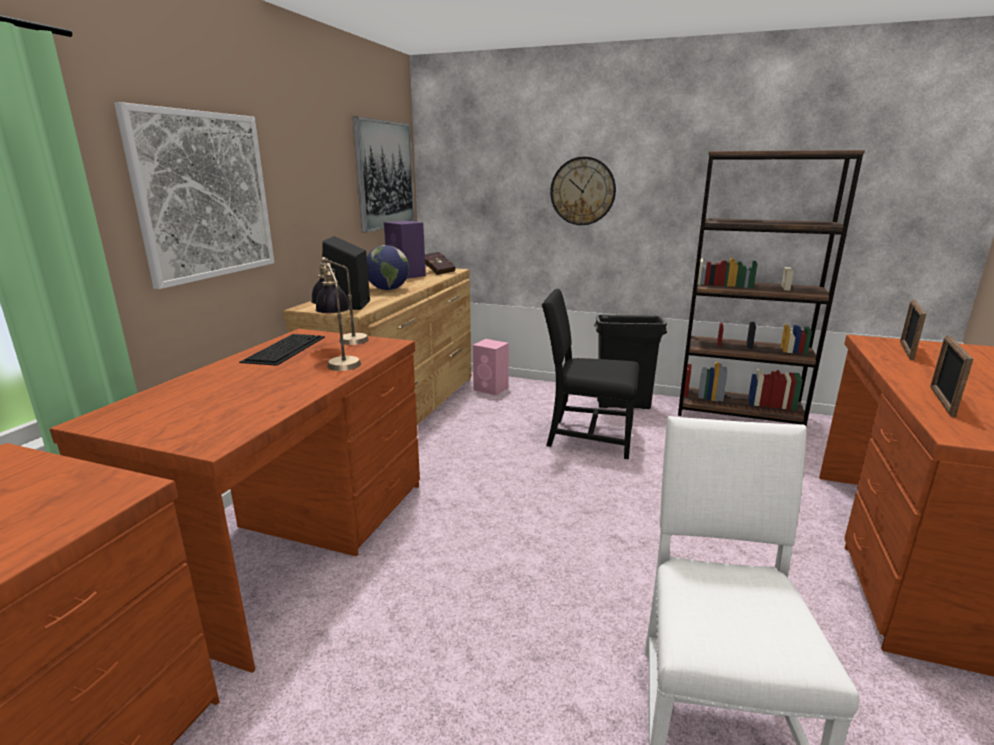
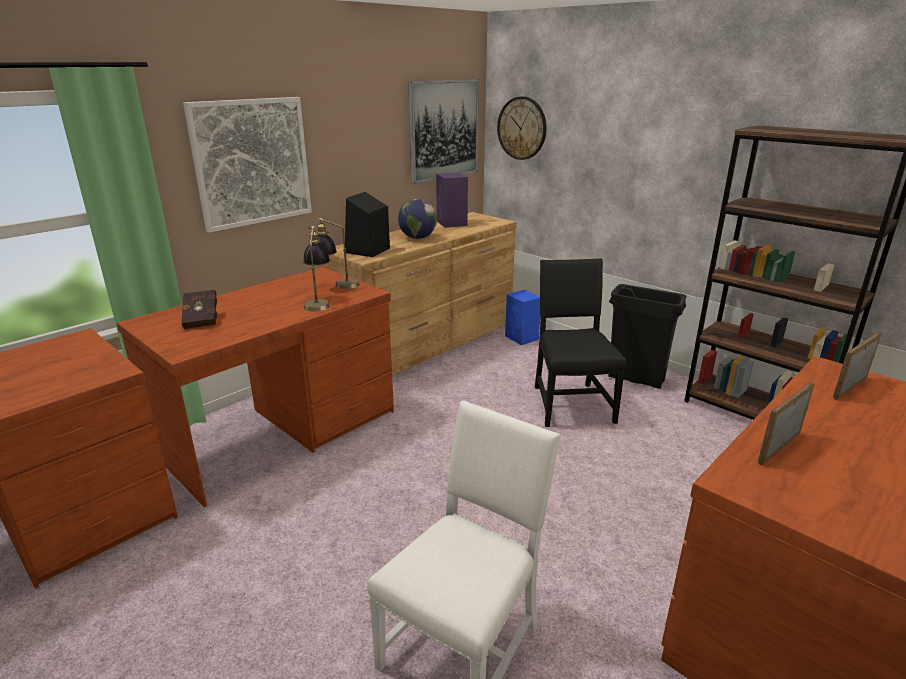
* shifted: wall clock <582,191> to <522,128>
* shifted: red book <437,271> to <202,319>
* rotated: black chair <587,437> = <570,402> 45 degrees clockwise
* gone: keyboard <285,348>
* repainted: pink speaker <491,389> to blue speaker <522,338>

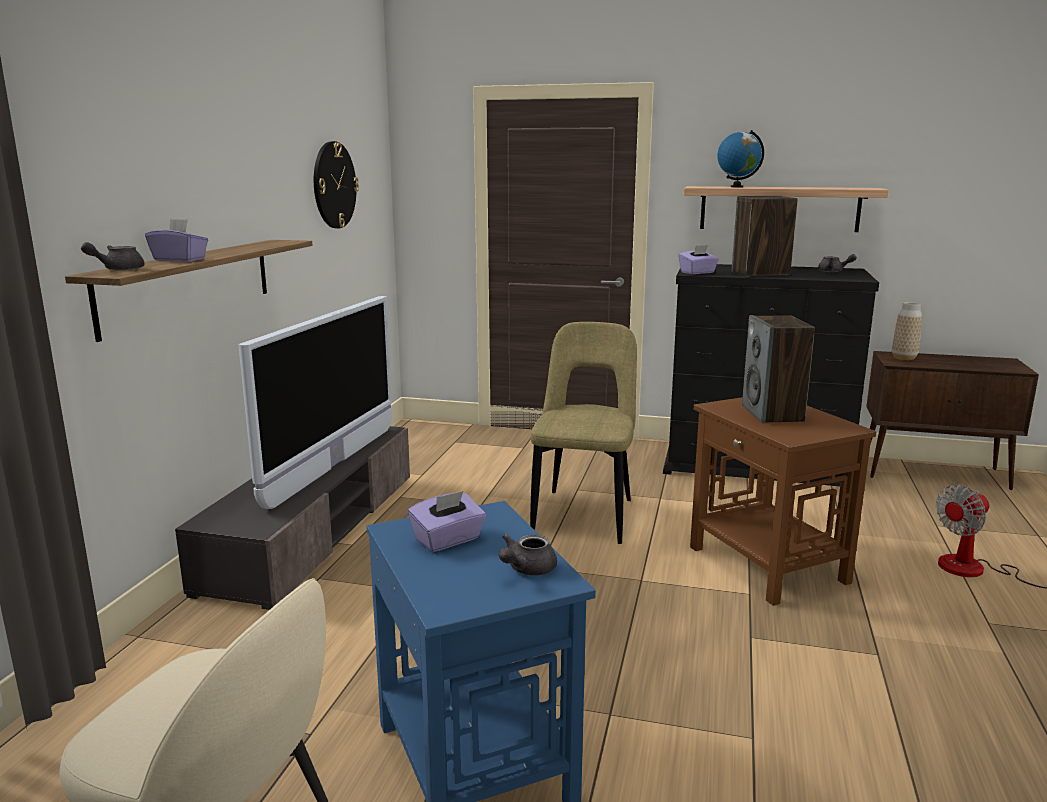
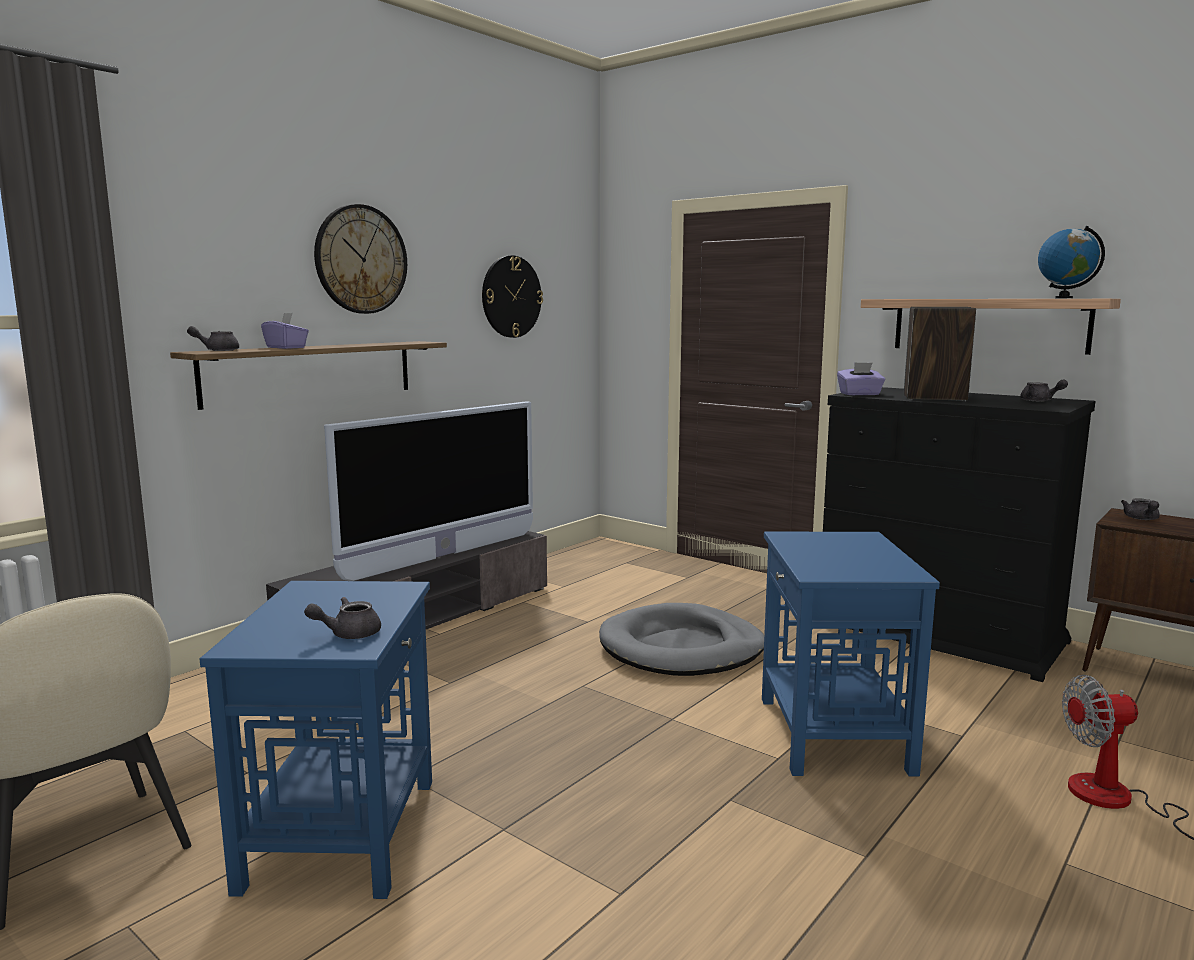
* shifted: globe <737,187> to <1064,298>
* swapped: vase <904,358> to grey teapot <1142,519>
* gone: speaker <773,414>
* swapped: beige chair <584,514> to grey dog bed <682,648>
* repainted: brown side table <766,564> to blue side table <832,734>
* gone: purple tissue box <448,540>
* new: wall clock <361,259>

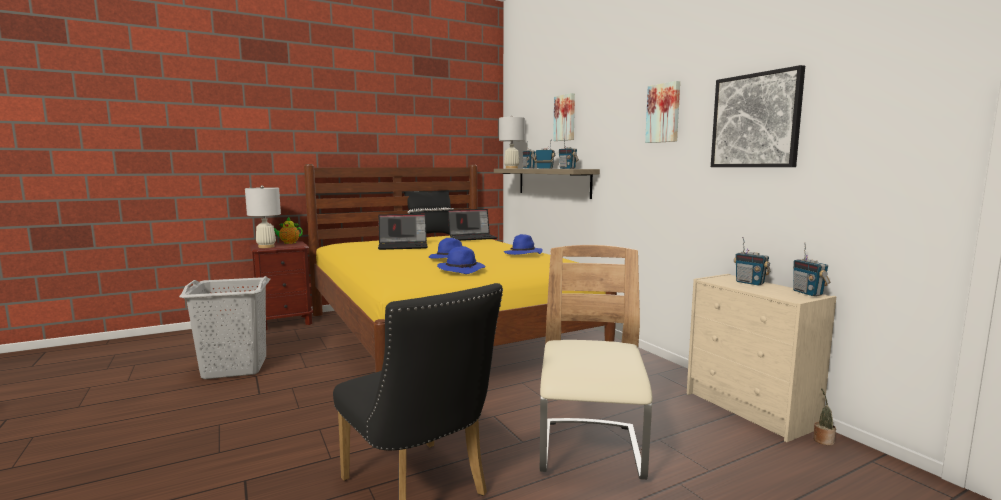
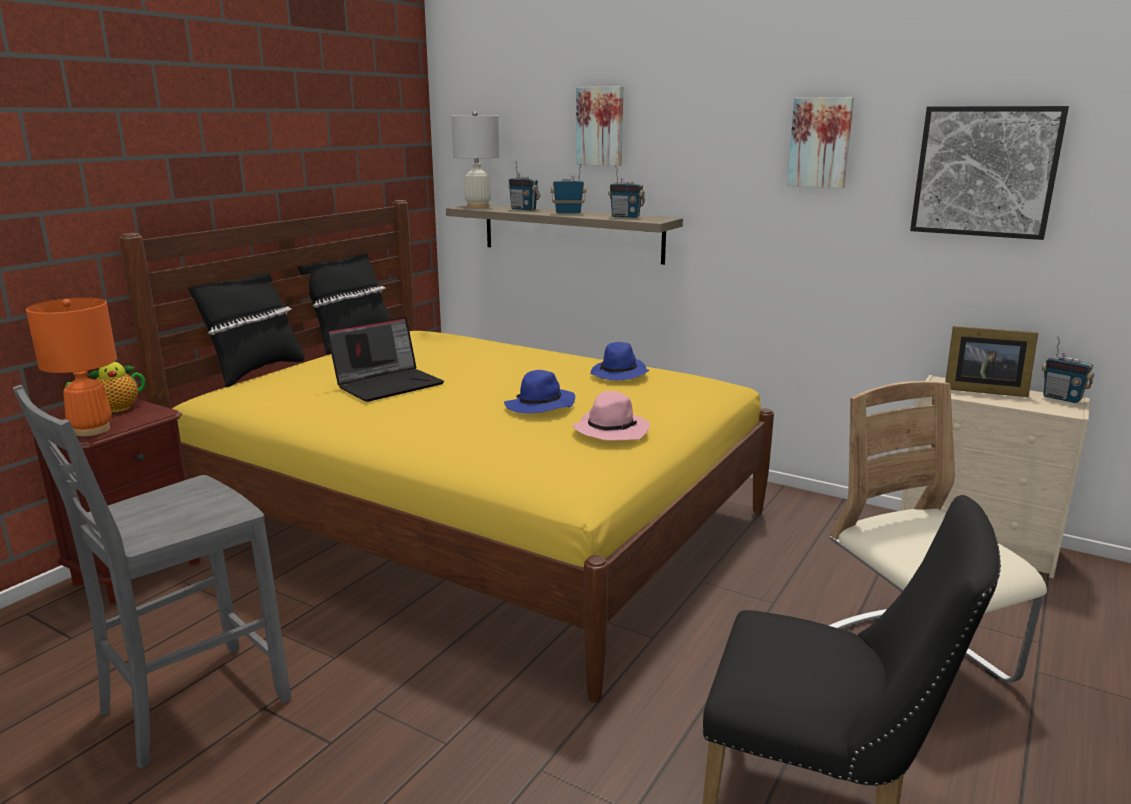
* repainted: white table lamp <266,247> to orange table lamp <91,430>
* gone: laptop <473,237>
* swapped: radio <750,283> to picture frame <981,390>
* repainted: blue hat <462,269> to pink hat <611,430>
* swapped: grey laundry basket <234,368> to grey chair <189,705>
* gone: potted plant <822,440>
* new: black pillow <255,371>

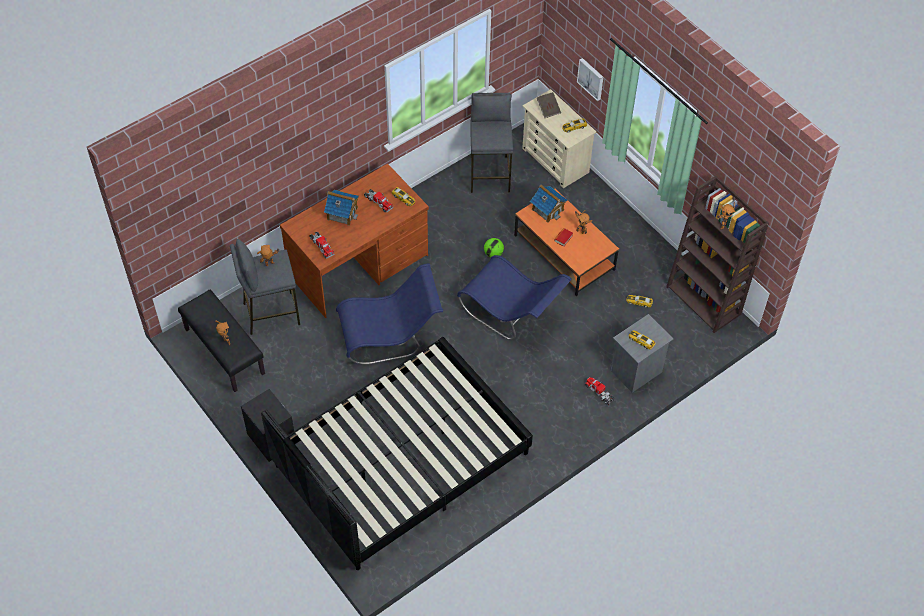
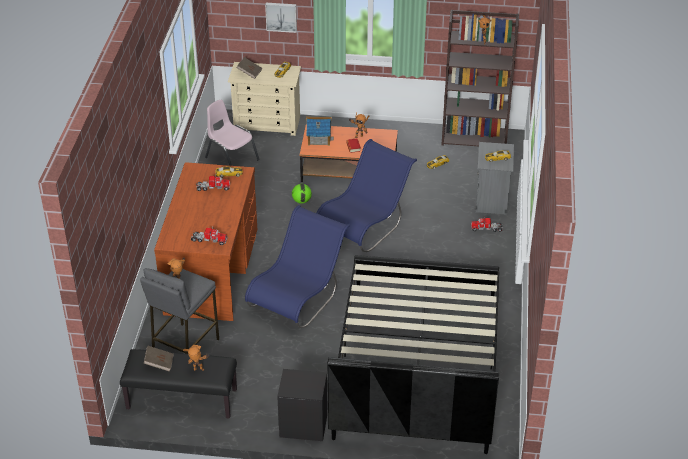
* swapped: grey stool <490,174> to pink chair <231,159>
* gone: toy house <342,213>
* rotated: blue chair <511,313> = <365,225> 45 degrees counterclockwise
* new: brown book <159,363>

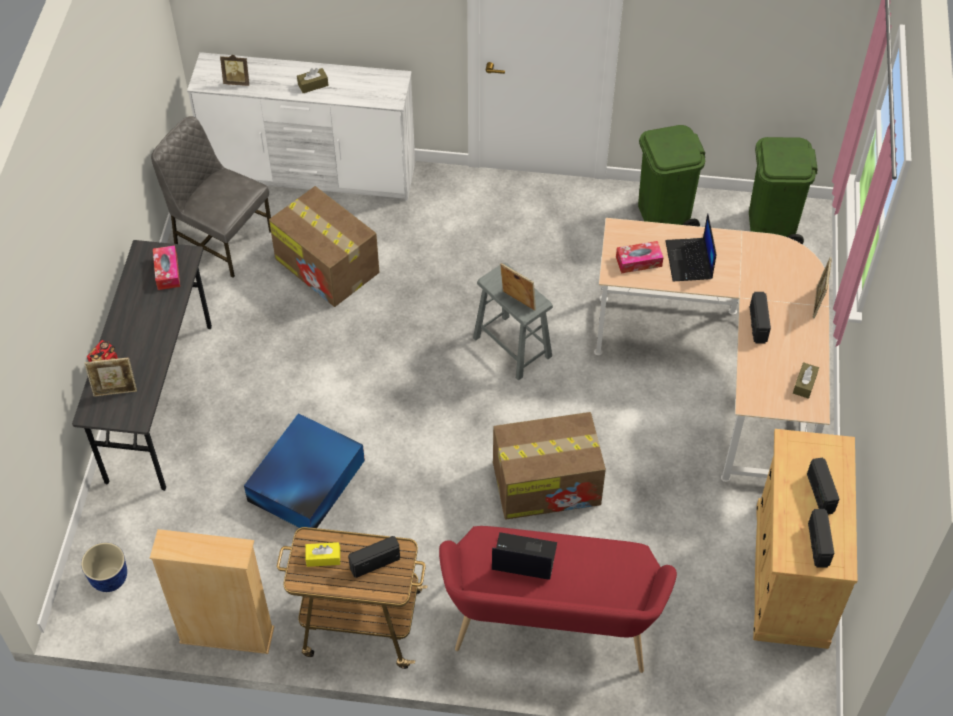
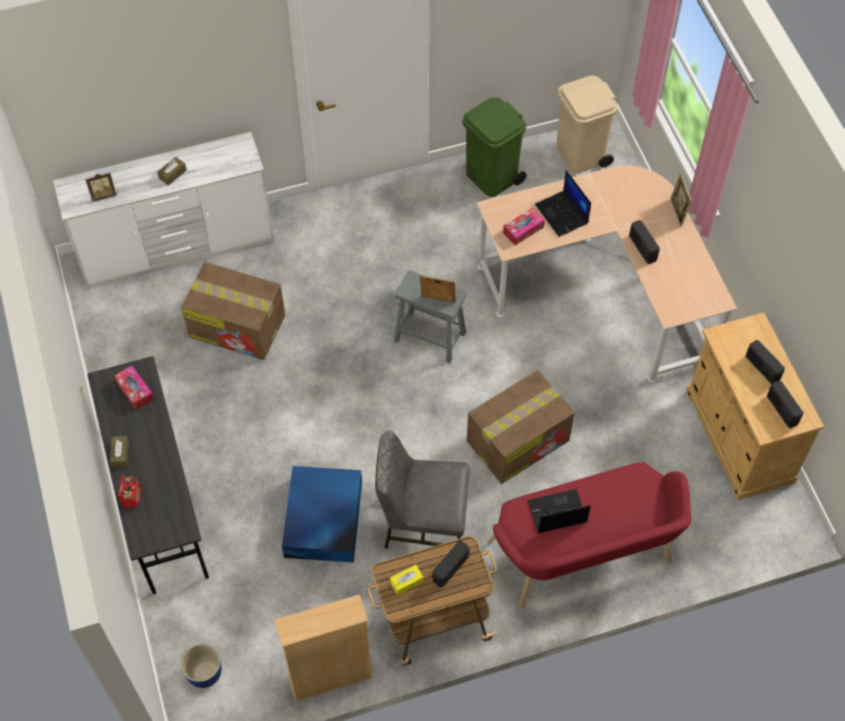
* shifted: grey chair <221,238> to <423,522>
* repainted: green trash can <771,226> to beige trash can <580,155>
* gone: picture frame <116,391>
* shifted: brown tissue box <804,384> to <120,454>

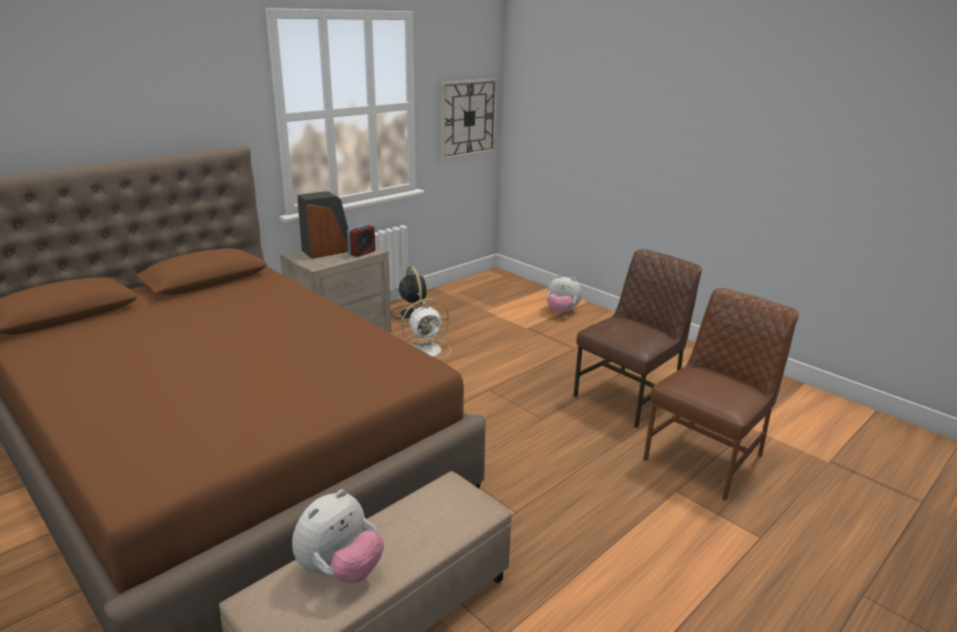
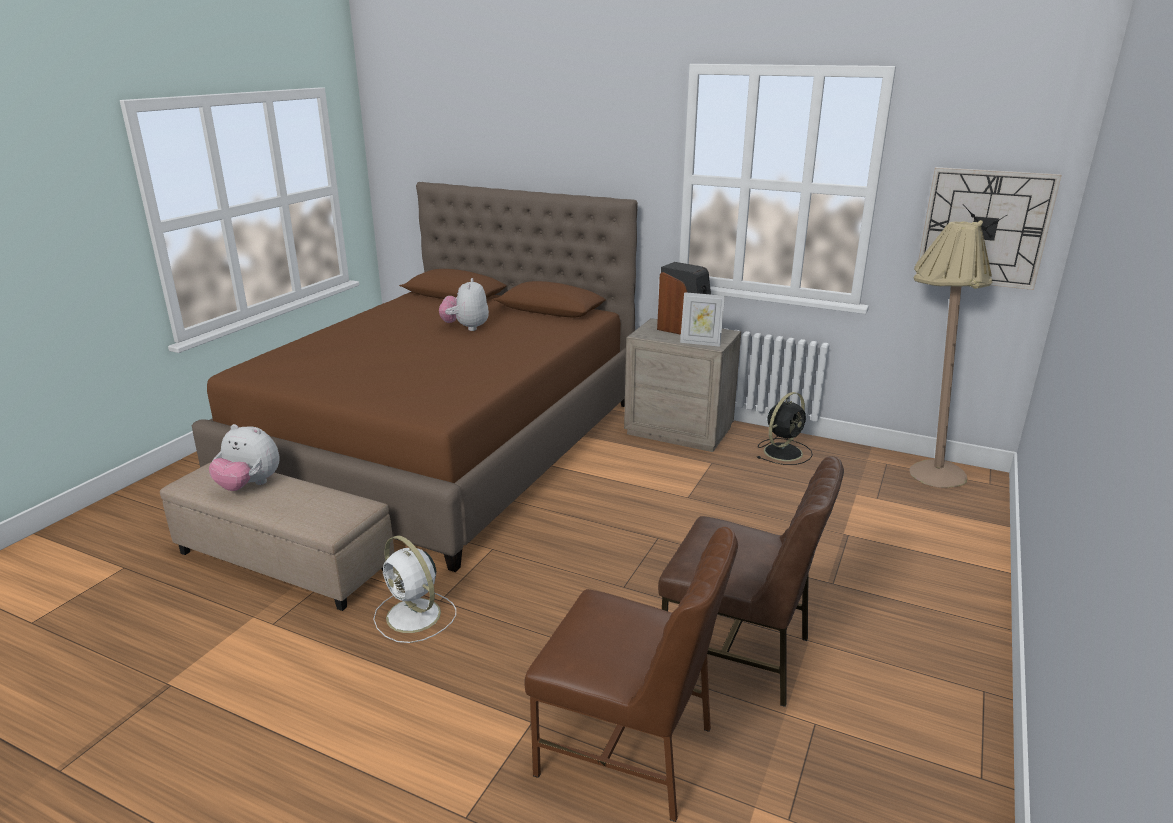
* swapped: alarm clock <362,253> to picture frame <700,343>
* shifted: plush toy <561,312> to <466,328>
* shifted: white fan <427,350> to <415,616>
* new: beige floor lamp <923,472>

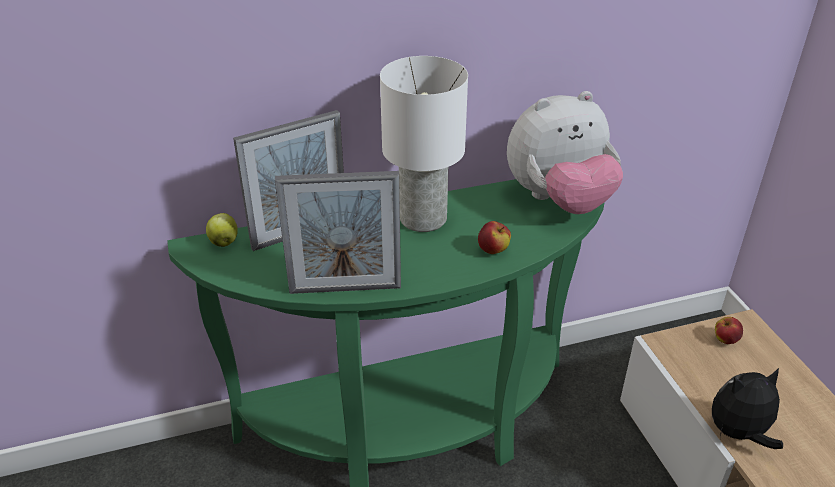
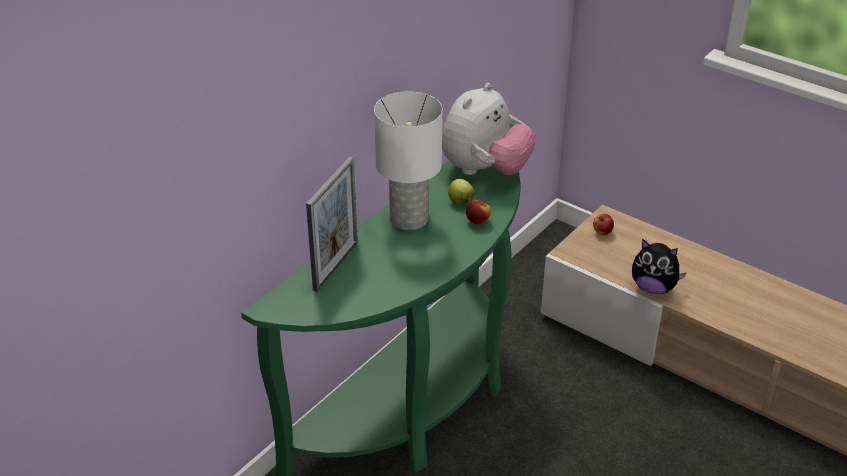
* gone: picture frame <345,289>
* shifted: apple <224,242> to <460,201>
* rotated: plush toy <739,433> = <653,288> 105 degrees counterclockwise

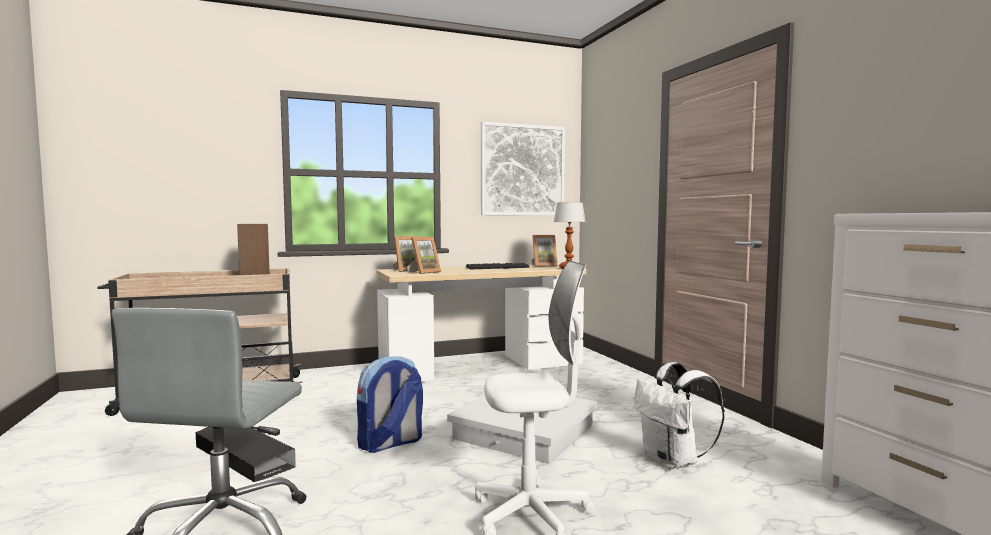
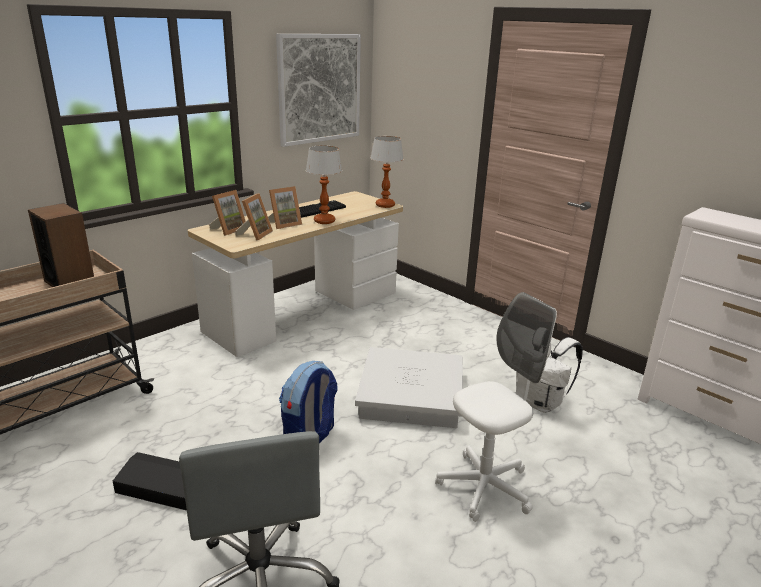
* shifted: picture frame <543,265> to <284,224>
* new: table lamp <324,221>

